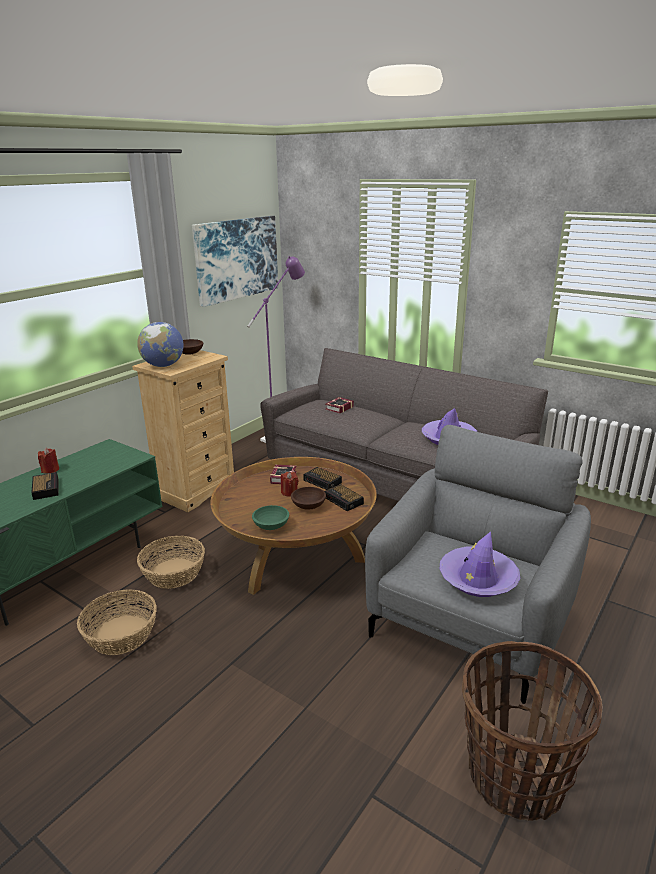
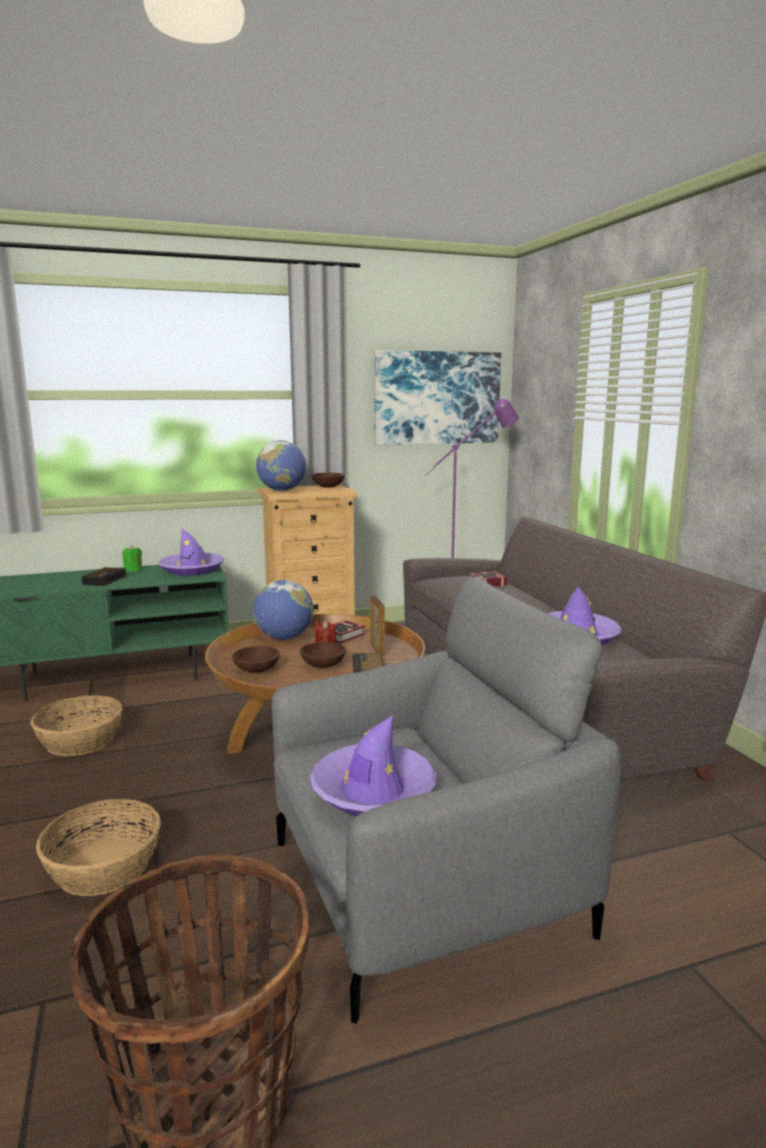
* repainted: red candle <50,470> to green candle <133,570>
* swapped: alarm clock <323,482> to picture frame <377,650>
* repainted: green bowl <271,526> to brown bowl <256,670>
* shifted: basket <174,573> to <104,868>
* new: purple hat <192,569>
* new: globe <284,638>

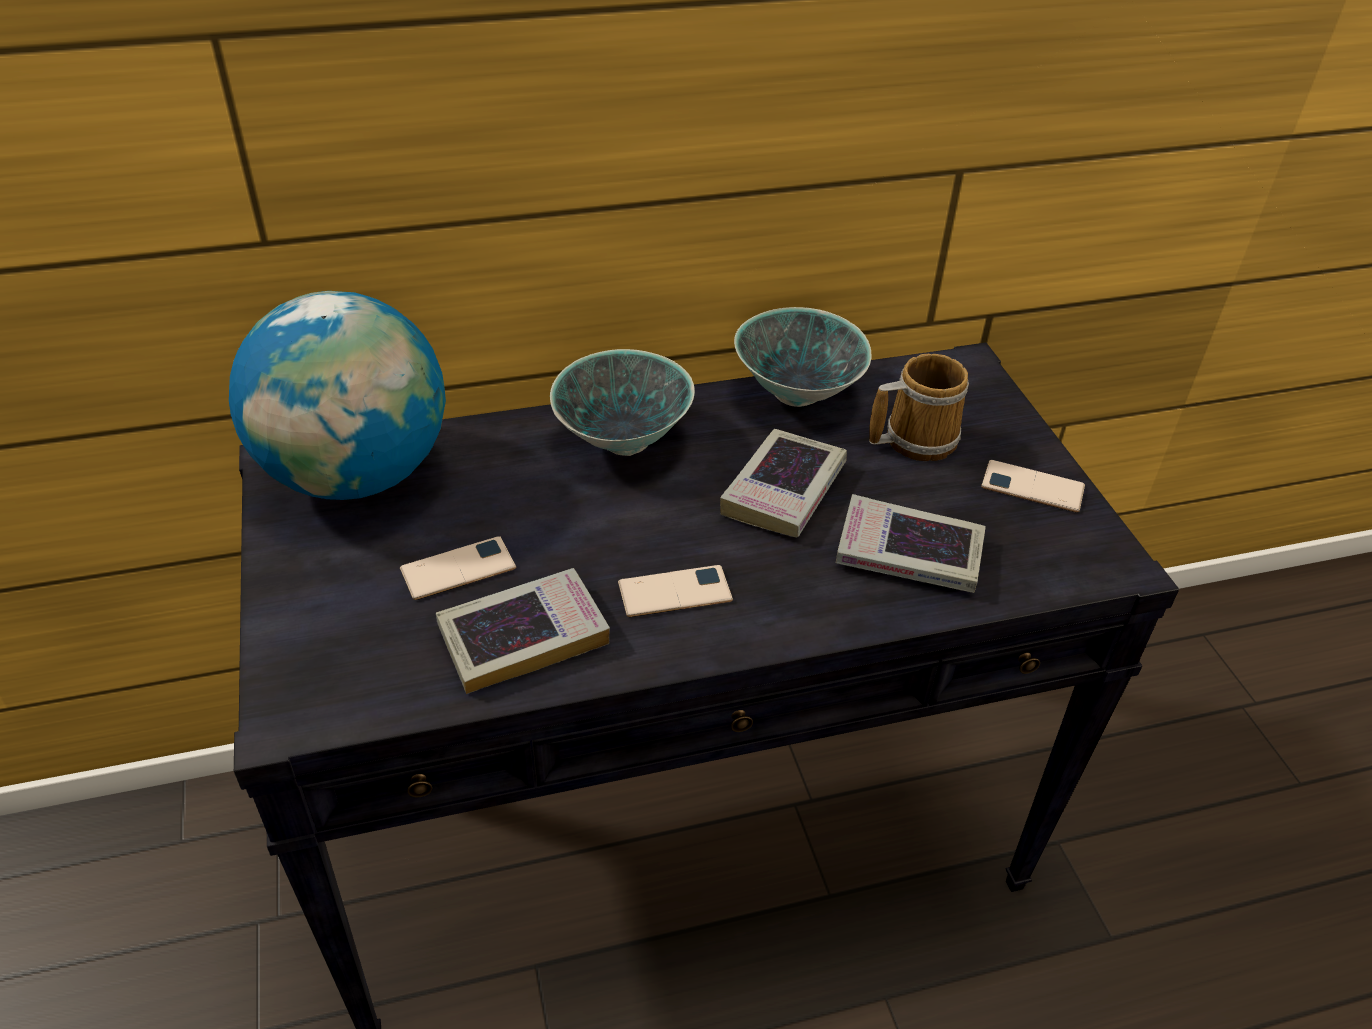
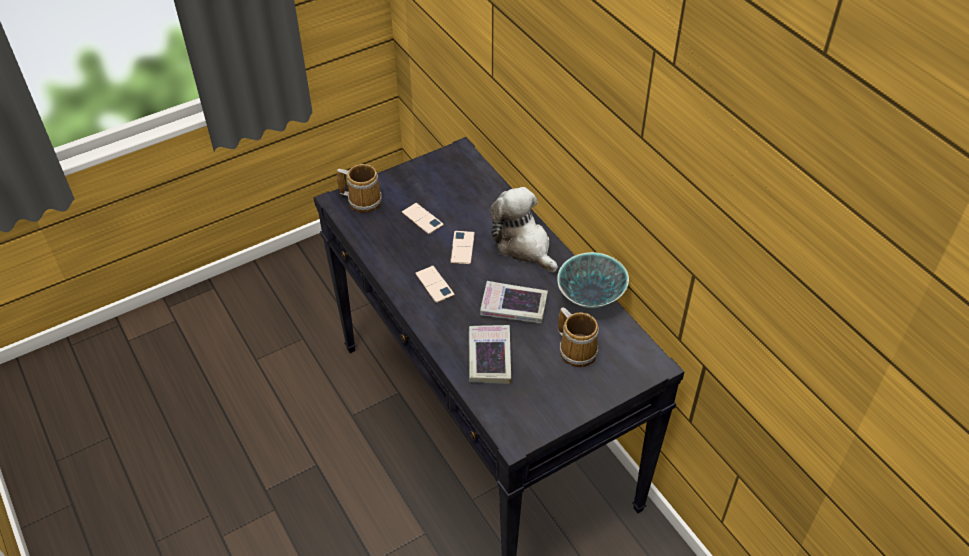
* gone: globe <357,474>
* swapped: bowl <624,439> to plush toy <524,245>
* shifted: phone <1032,487> to <462,248>
* gone: book <523,637>
* new: mug <363,200>

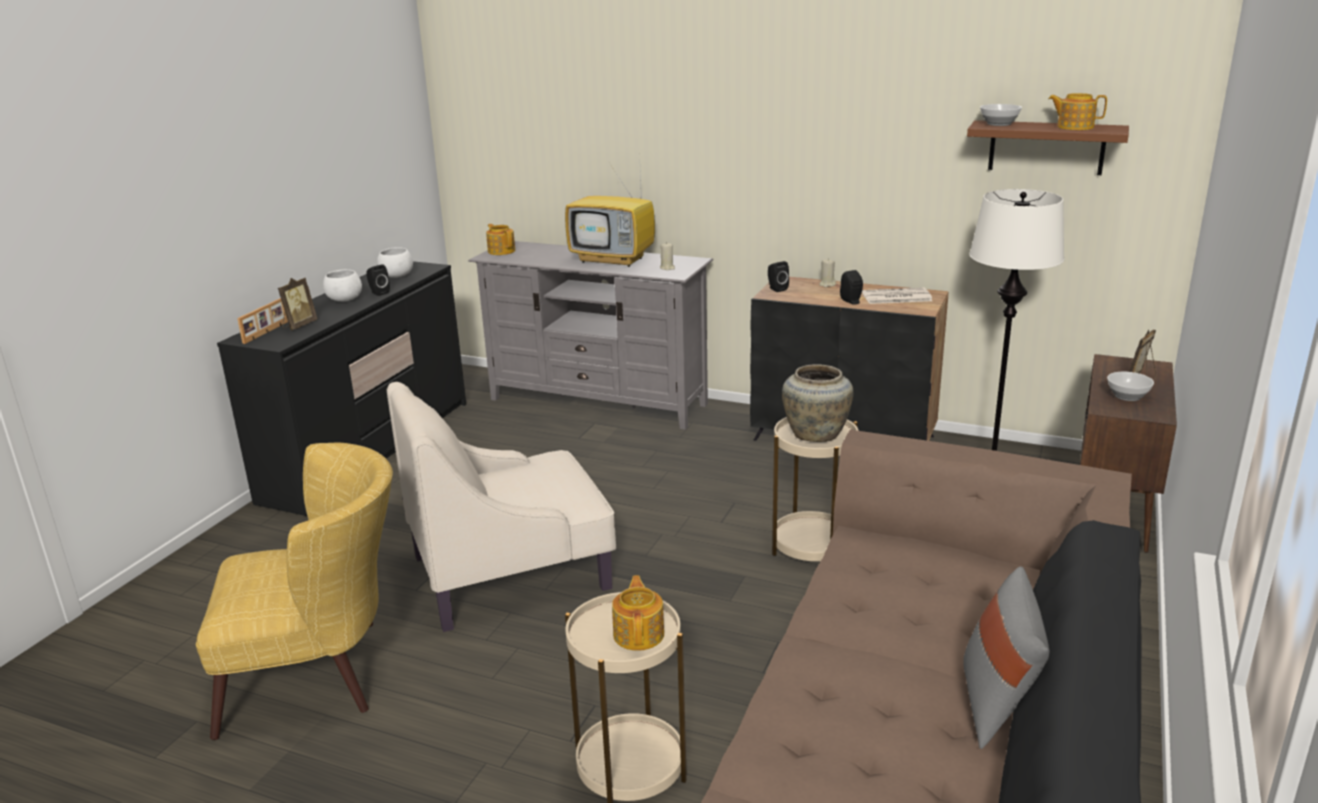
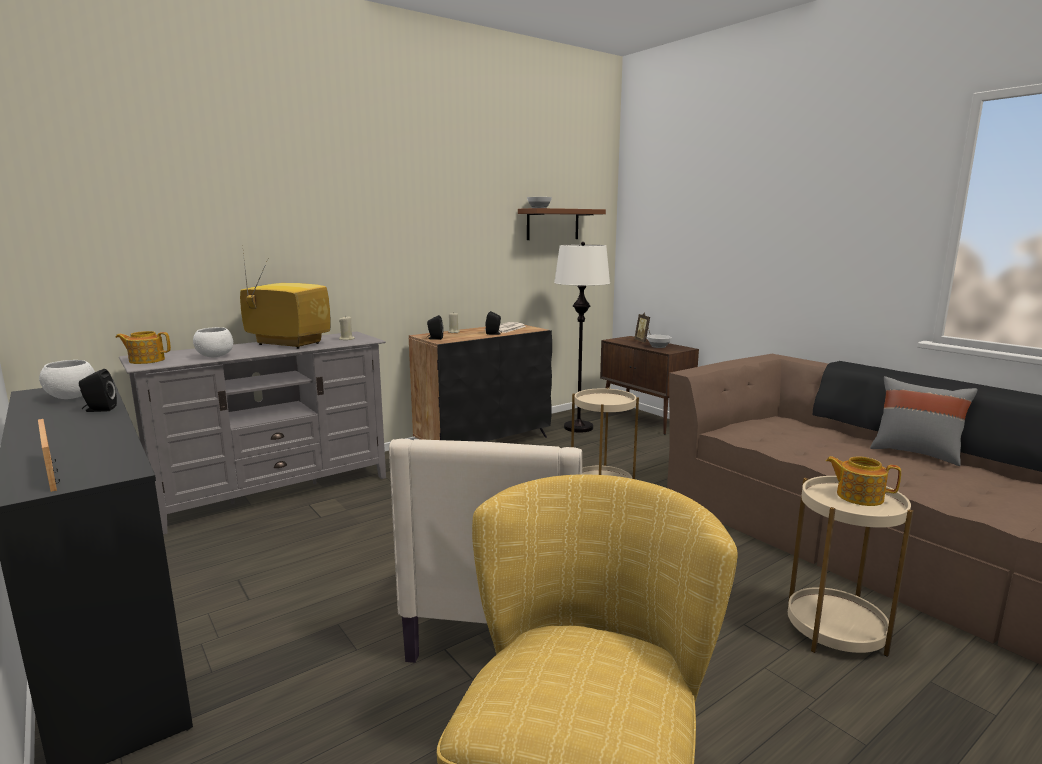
* gone: teapot <1074,127>
* rotated: television <614,260> = <286,344> 120 degrees counterclockwise
* shifted: white bowl <344,300> to <215,356>
* gone: picture frame <299,325>
* gone: beige vase <816,434>

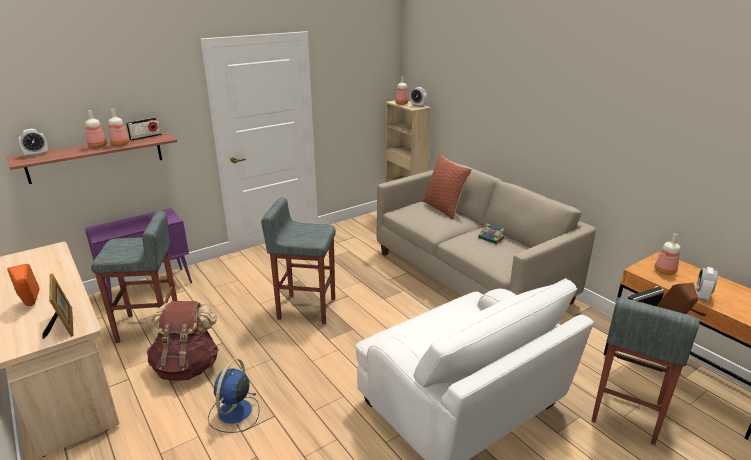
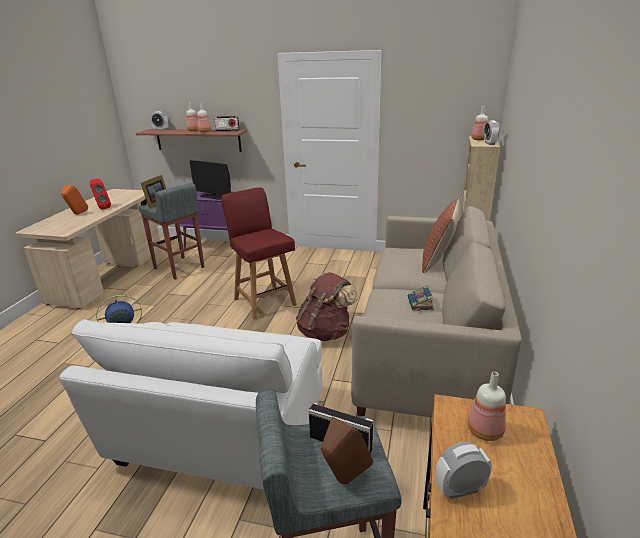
* swapped: grey stool <306,308> to red chair <264,301>
* shifted: picture frame <63,324> to <155,203>
* shifted: brown backpack <187,367> to <326,332>
* new: monitor <213,196>
* new: red speaker <102,208>

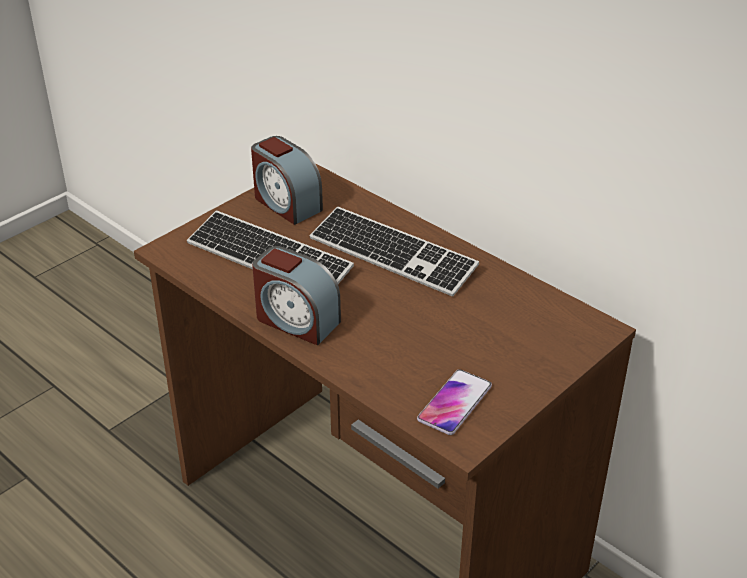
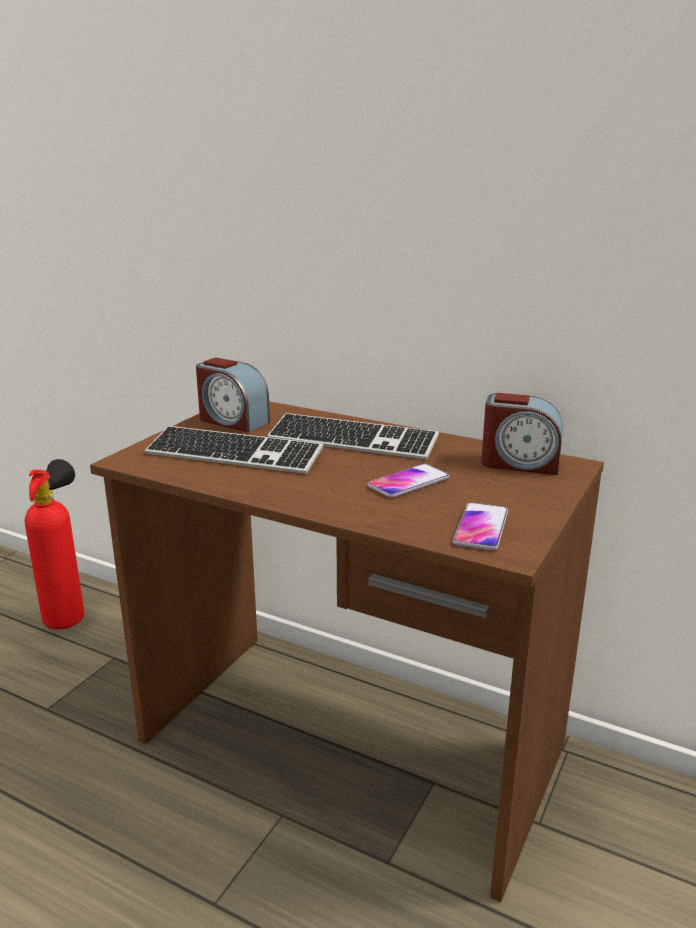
* shifted: alarm clock <296,320> to <520,463>
* new: fire extinguisher <68,617>
* new: phone <408,482>

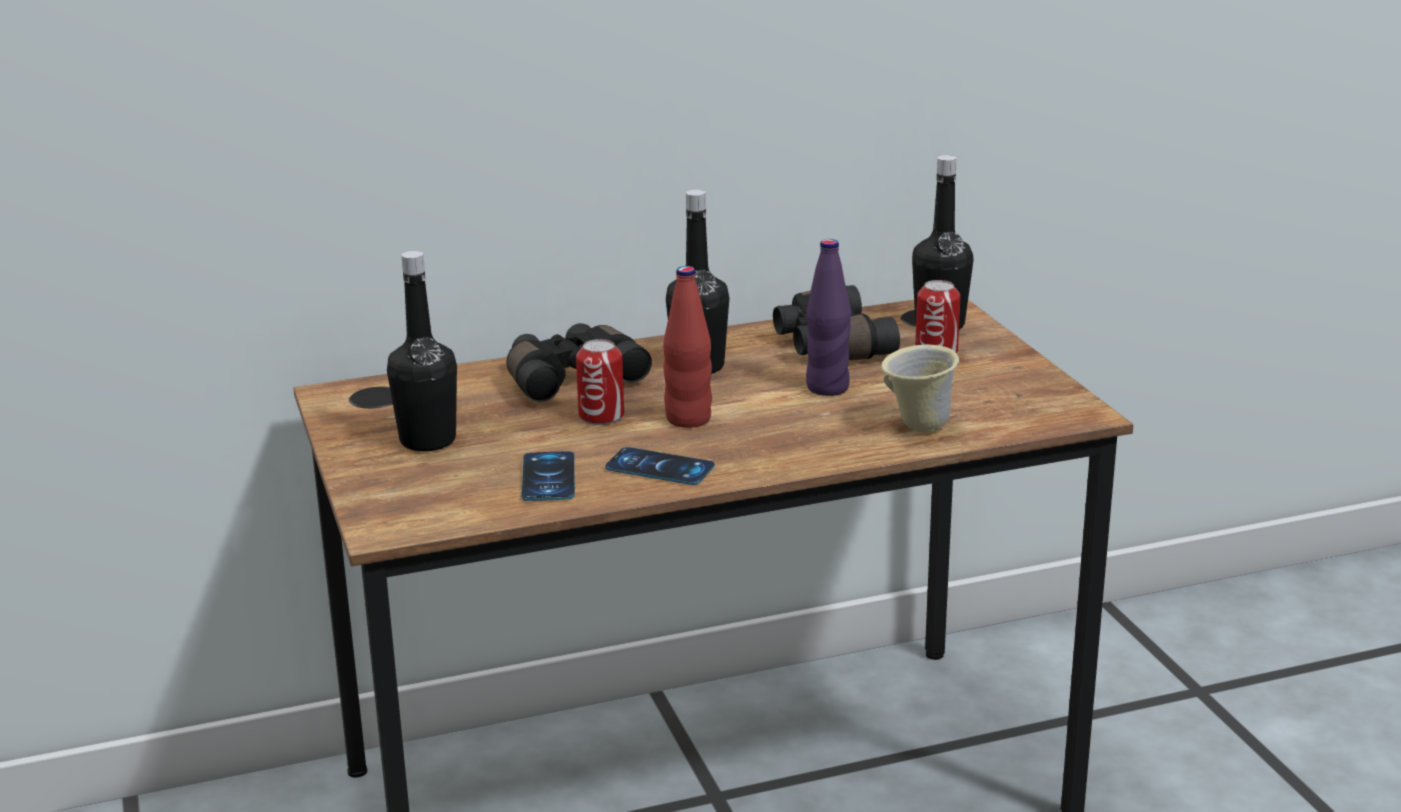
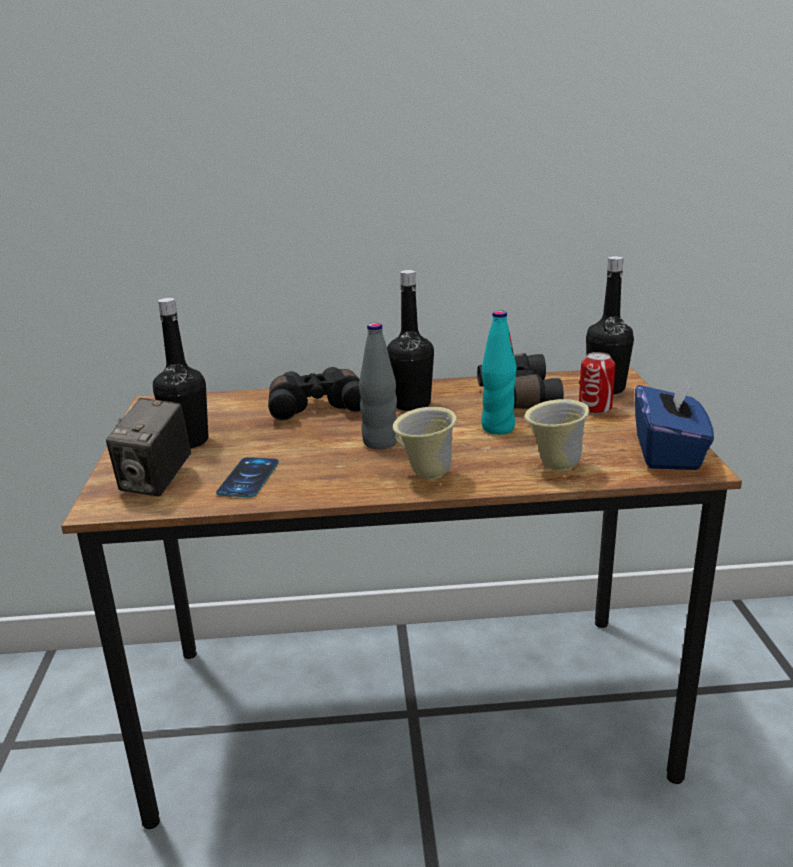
* repainted: purple bottle <827,388> to turquoise bottle <498,428>
* repainted: red bottle <688,419> to grey bottle <380,443>
* gone: can <601,416>
* gone: phone <660,467>
* new: blue tissue box <668,452>
* new: photo camera <156,481>
* new: beige mug <425,475>

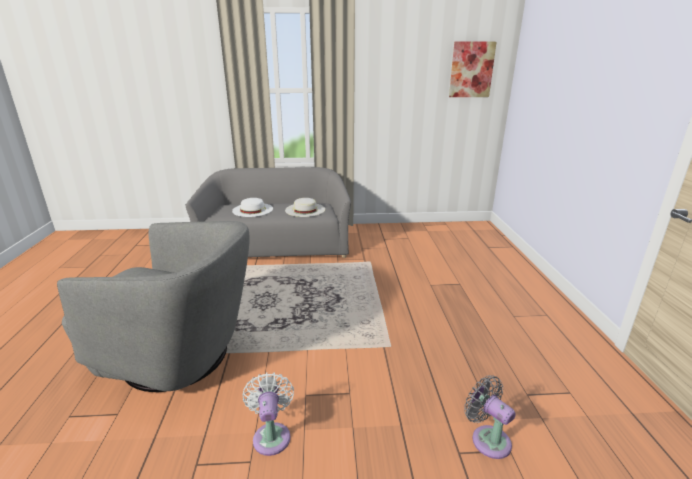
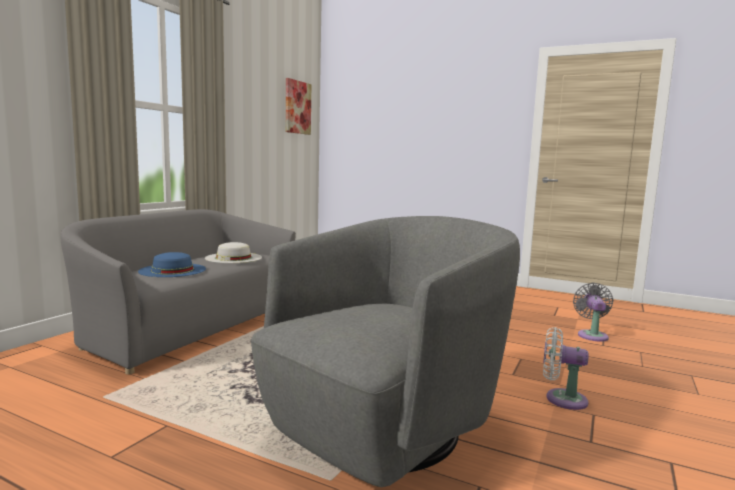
* repainted: white hat <252,209> to blue hat <172,270>
* rotated: grey fan <487,438> = <592,335> 105 degrees clockwise

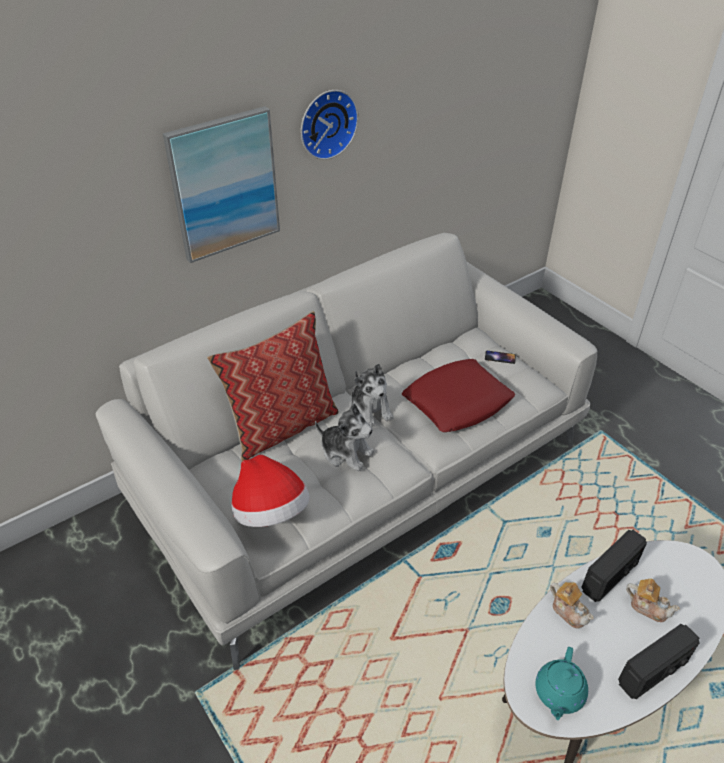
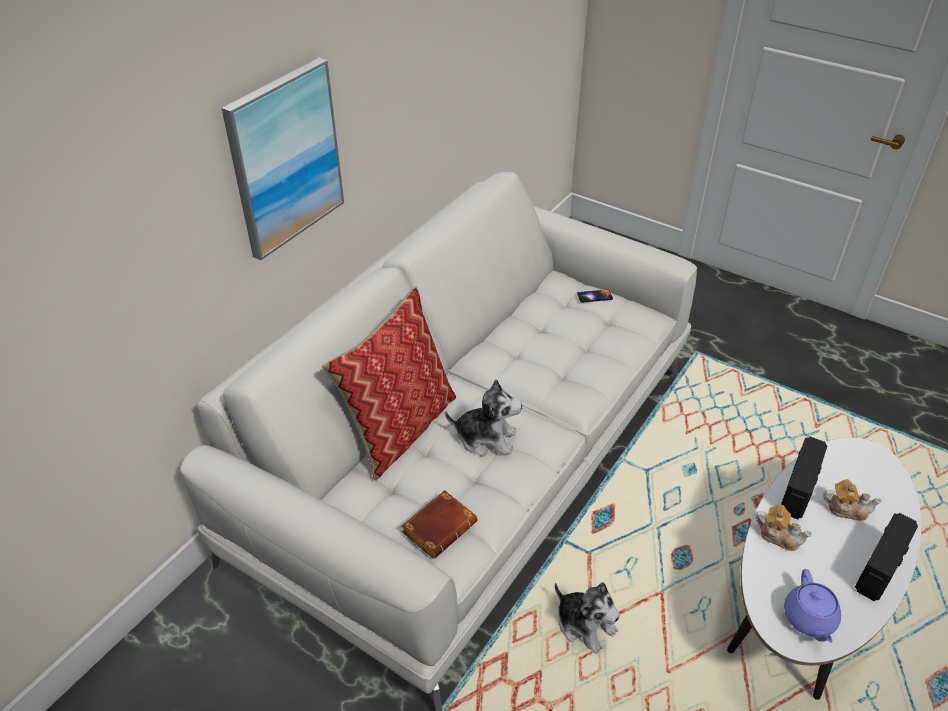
* gone: wall clock <326,123>
* gone: red pillow <457,401>
* shifted: plush toy <370,409> to <585,625>
* swapped: hat <271,512> to brown book <439,526>
* repainted: turquoise teapot <559,694> to purple teapot <809,619>

